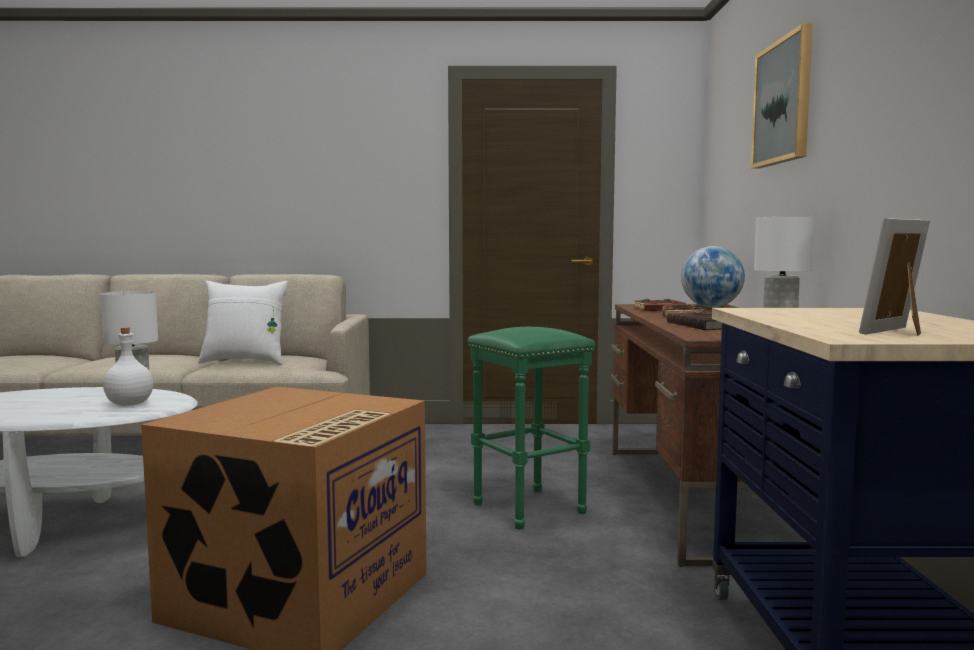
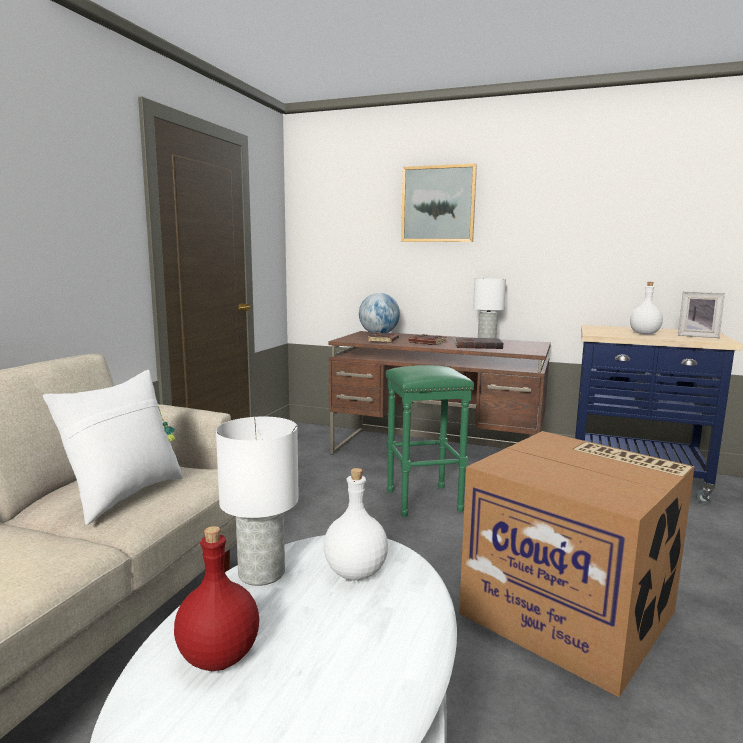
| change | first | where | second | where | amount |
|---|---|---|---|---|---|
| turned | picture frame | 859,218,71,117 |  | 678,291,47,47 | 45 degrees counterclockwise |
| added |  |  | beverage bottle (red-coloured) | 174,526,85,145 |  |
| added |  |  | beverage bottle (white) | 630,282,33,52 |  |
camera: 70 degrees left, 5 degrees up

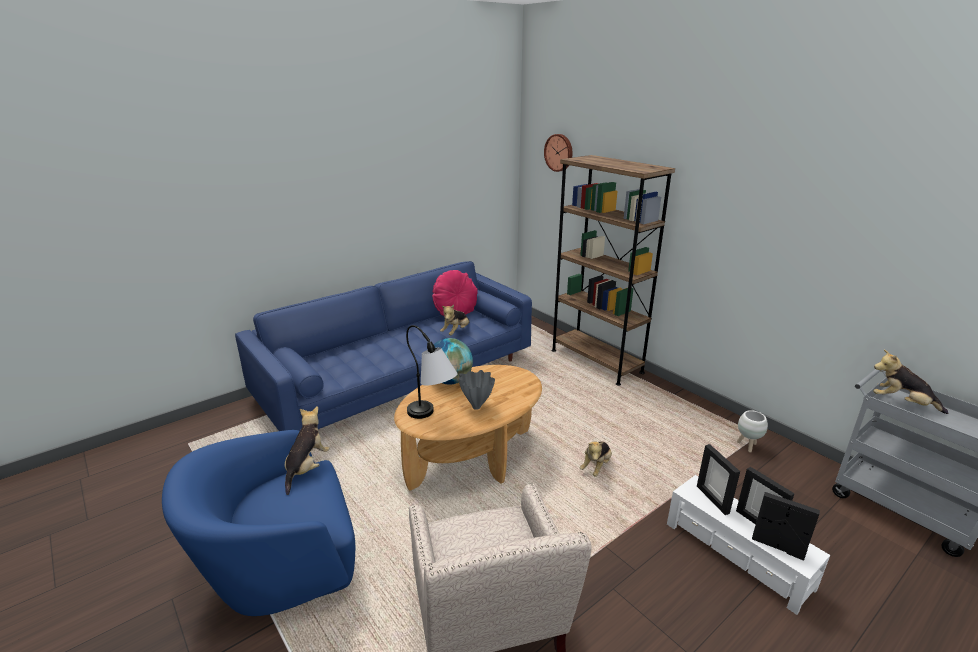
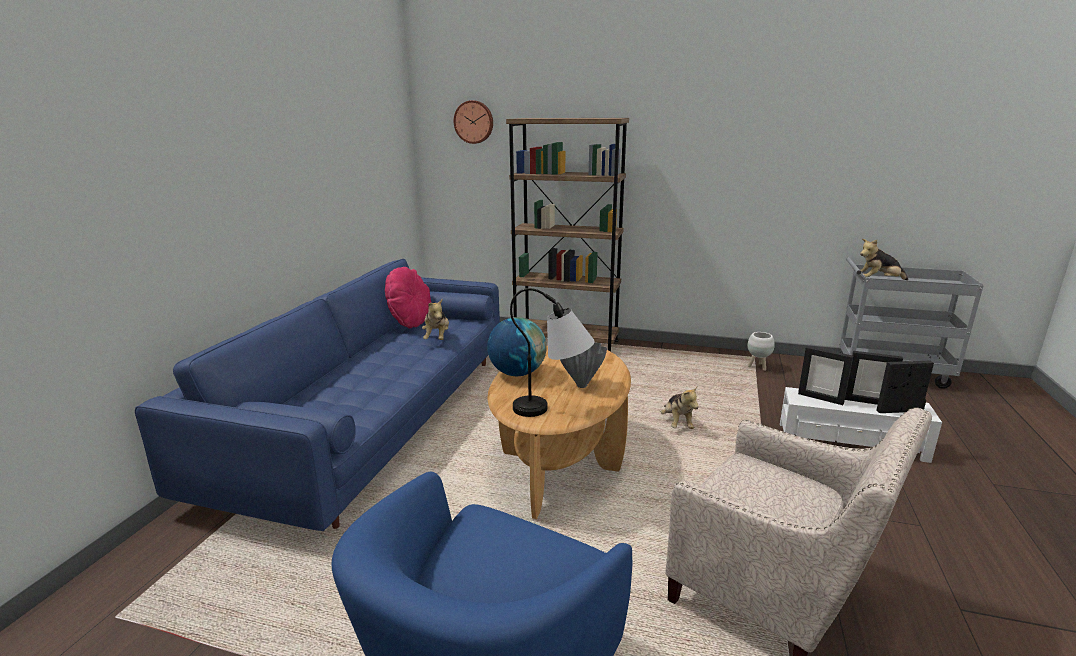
| change | first | where | second | where | amount |
|---|---|---|---|---|---|
| removed | cuddly toy | 285,406,45,89 |  |  |  |
camera: 35 degrees left, 5 degrees down

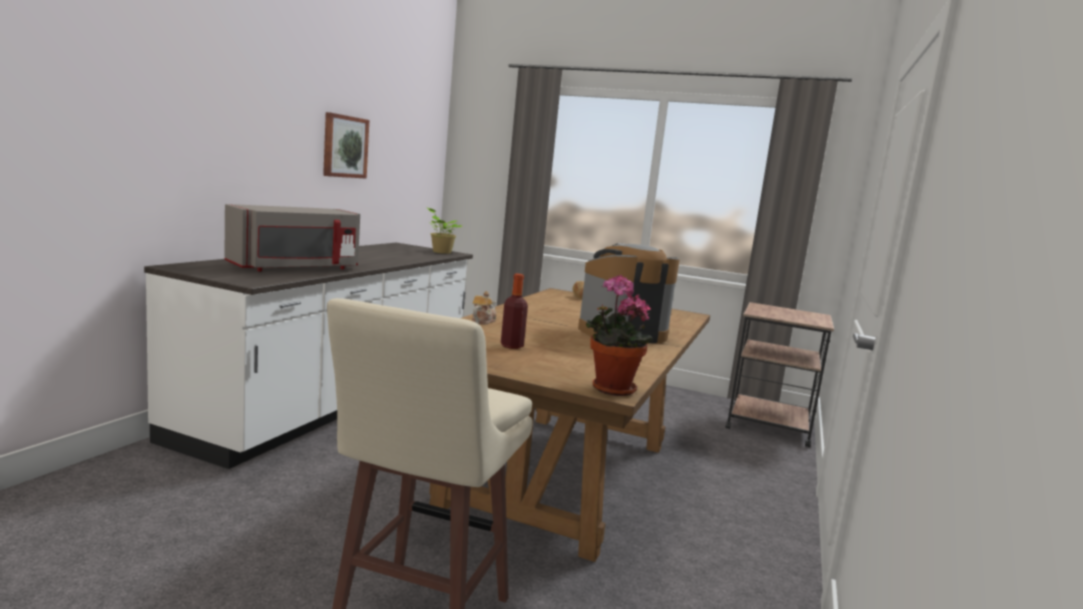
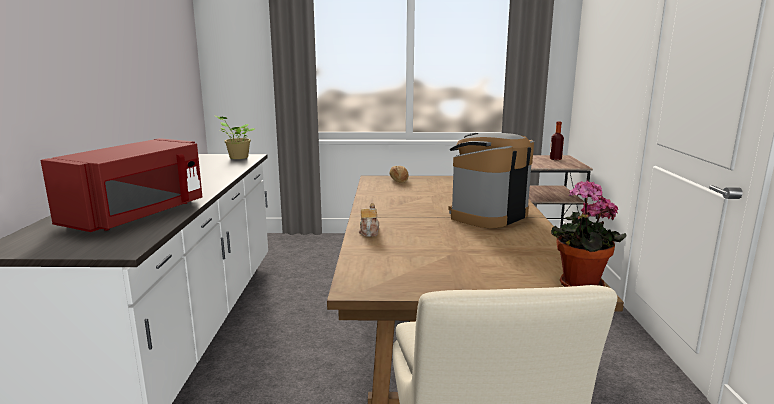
| change | first | where | second | where | amount |
|---|---|---|---|---|---|
| recoloured | kitchen microwave (gray) | 224,204,136,68 | kitchen microwave (red-coloured) | 40,138,162,94 |  |
| removed | wall picture | 323,112,46,67 |  |  |  |
| moved | beverage bottle | 501,274,27,75 |  | 550,122,14,38 |  |
camera: 20 degrees left, 5 degrees up

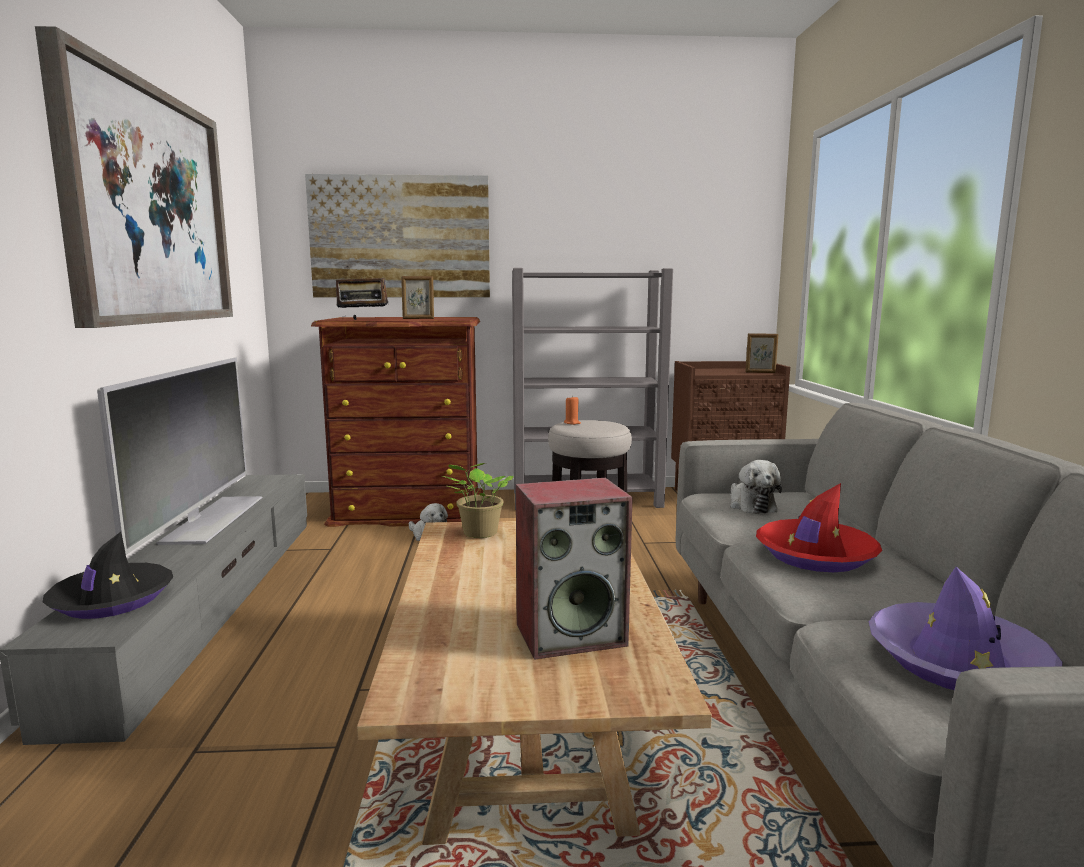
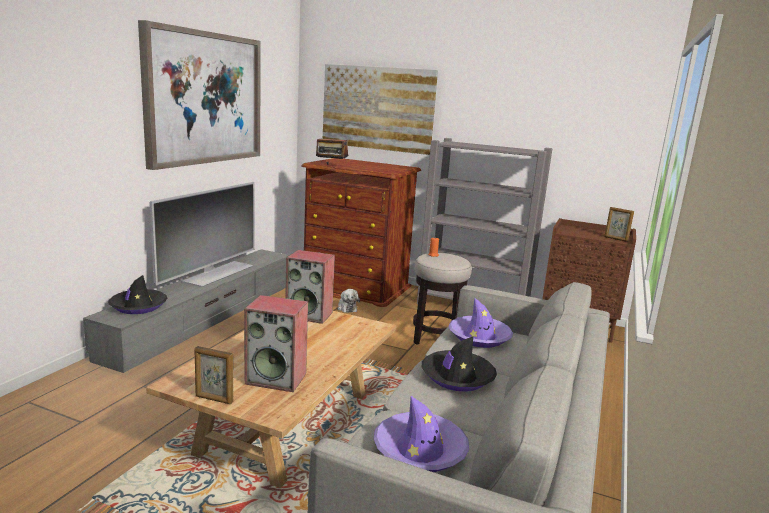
| change | first | where | second | where | amount |
|---|---|---|---|---|---|
| moved | picture frame | 401,276,33,43 |  | 195,346,38,58 |  |
| replaced | potted plant | 442,463,71,75 | speaker | 285,250,50,74 |  |
| replaced | cuddly toy | 730,460,52,54 | wearable hat (purple-coloured) | 449,298,64,50 |  |
| recoloured | wearable hat (red-coloured) | 756,483,126,89 | wearable hat (black-coloured) | 422,336,75,55 |  |
camera: 25 degrees right, 5 degrees up

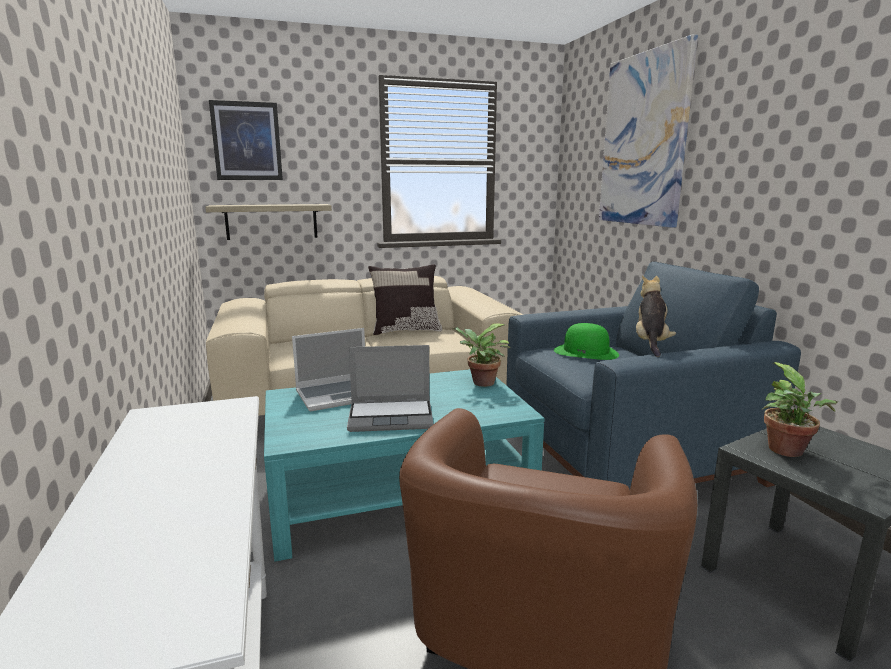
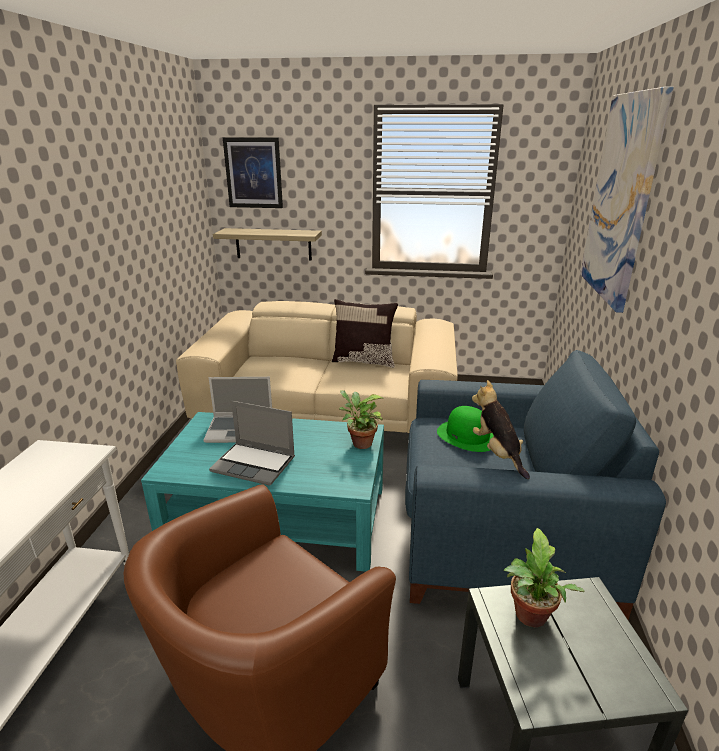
| change | first | where | second | where | amount |
|---|---|---|---|---|---|
| turned | cuddly toy | 636,275,40,82 |  | 472,380,58,99 | 60 degrees counterclockwise |
camera: 25 degrees right, 10 degrees up

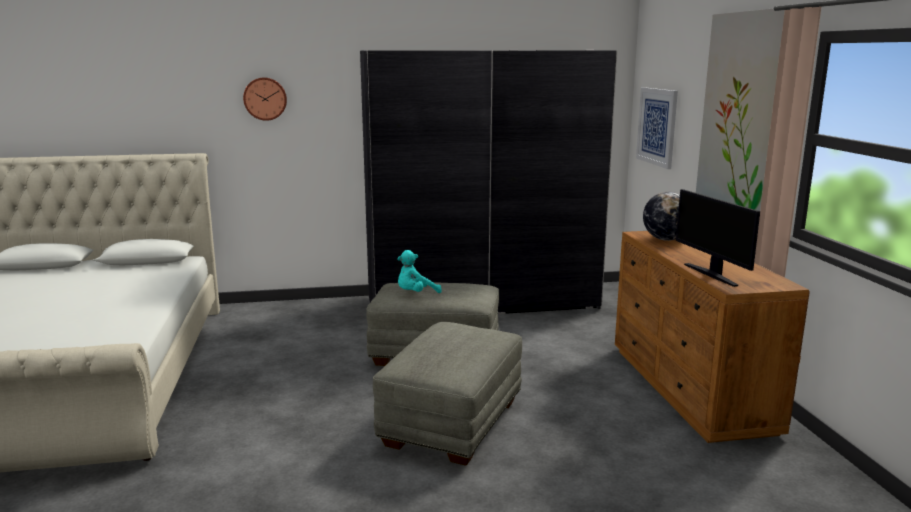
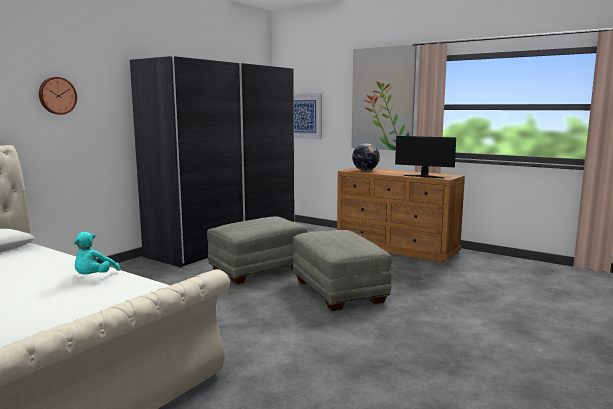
| change | first | where | second | where | amount |
|---|---|---|---|---|---|
| moved | cuddly toy (turquoise-coloured) | 397,250,45,43 |  | 74,232,46,42 |  |
camera: 45 degrees left, 5 degrees down

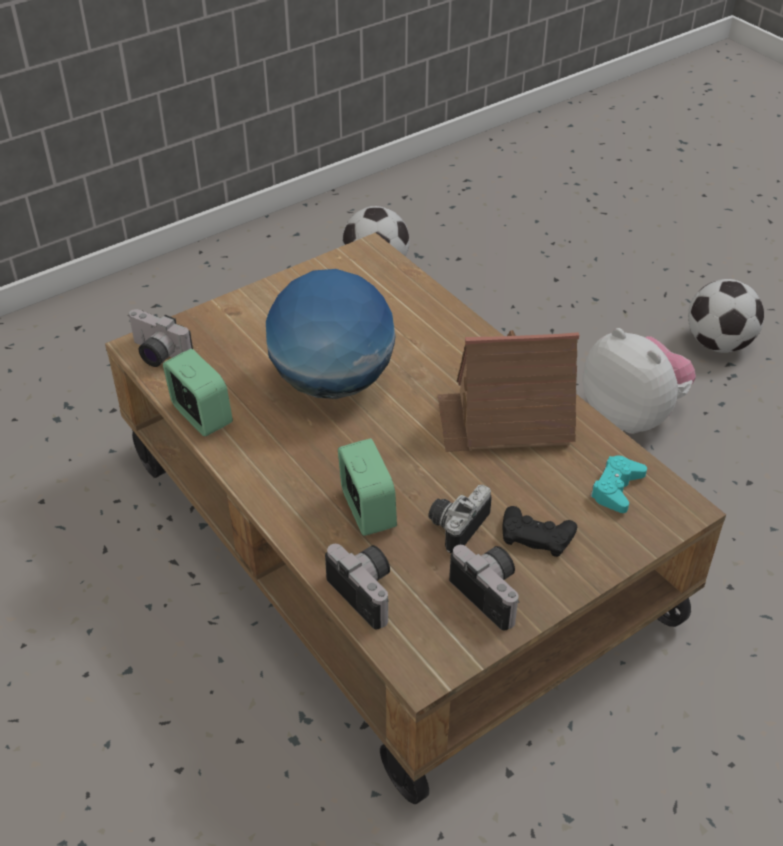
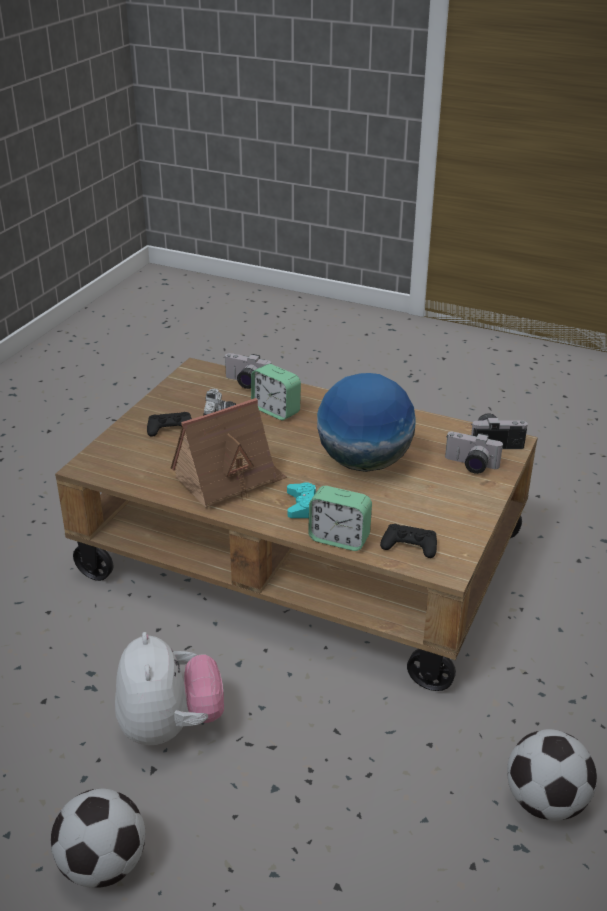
| change | first | where | second | where | amount |
|---|---|---|---|---|---|
| moved | table clock | 163,349,70,87 |  | 308,486,64,65 |  |
| moved | photo camera | 449,545,71,86 |  | 445,432,58,42 |  |
| turned | cuddly toy | 583,328,113,106 |  | 115,632,109,113 | 120 degrees counterclockwise |
| moved | joypad (turquoise-coloured) | 590,456,57,57 |  | 287,482,29,36 |  |
| added |  |  | joypad (black-coloured) | 380,524,57,34 |  |
camera: 150 degrees right, 10 degrees down

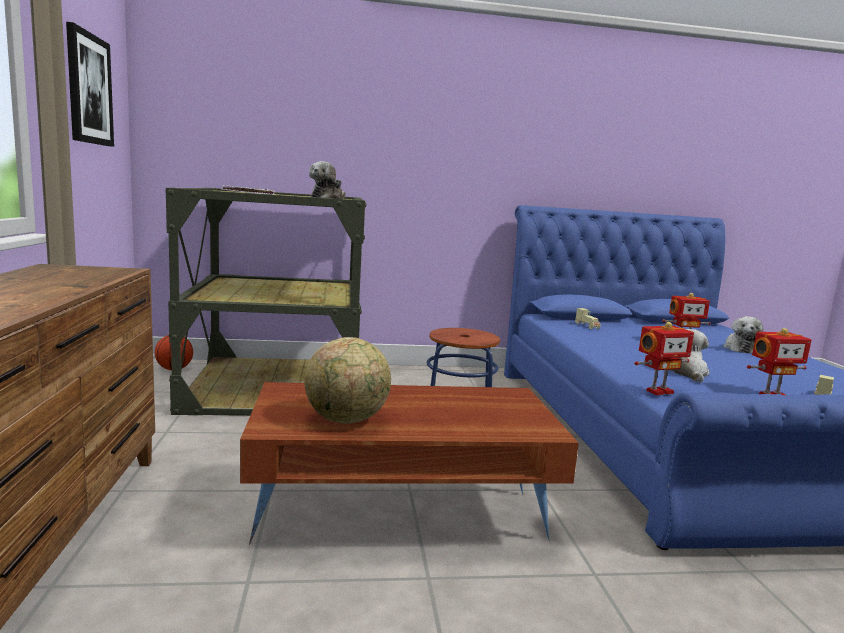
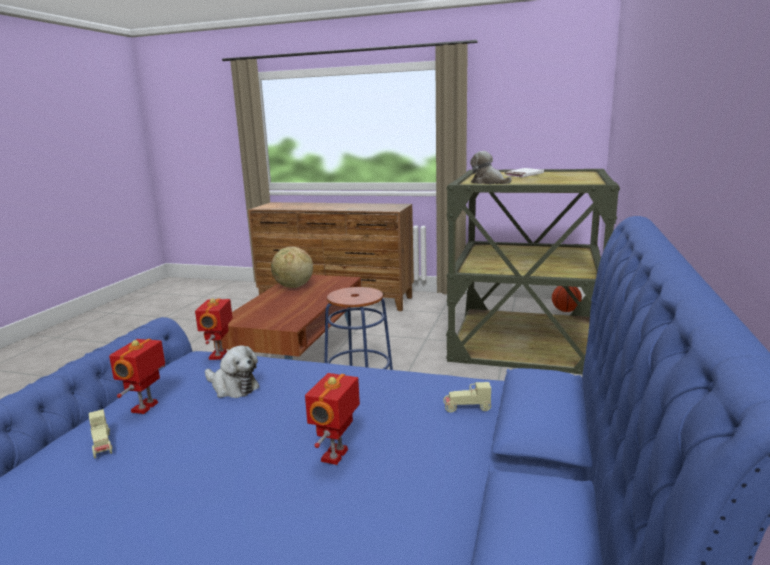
| change | first | where | second | where | amount |
|---|---|---|---|---|---|
| removed | wall picture | 66,22,48,125 |  |  |  |
| removed | cuddly toy | 723,316,40,37 |  |  |  |
camera: 115 degrees right, 5 degrees up

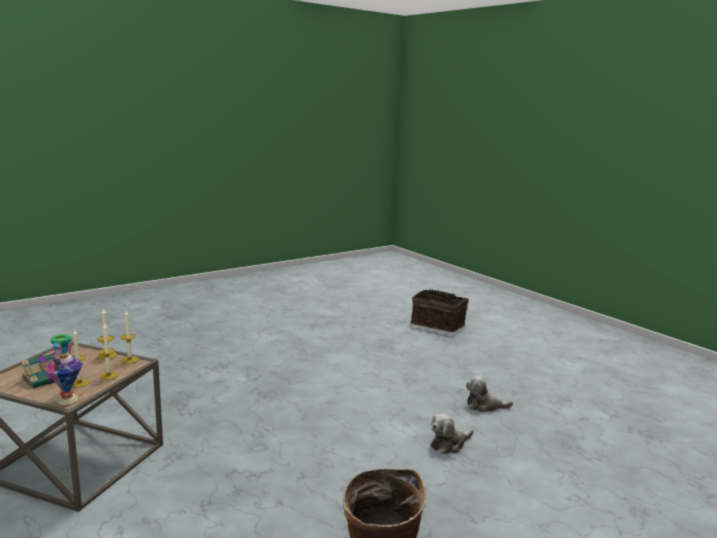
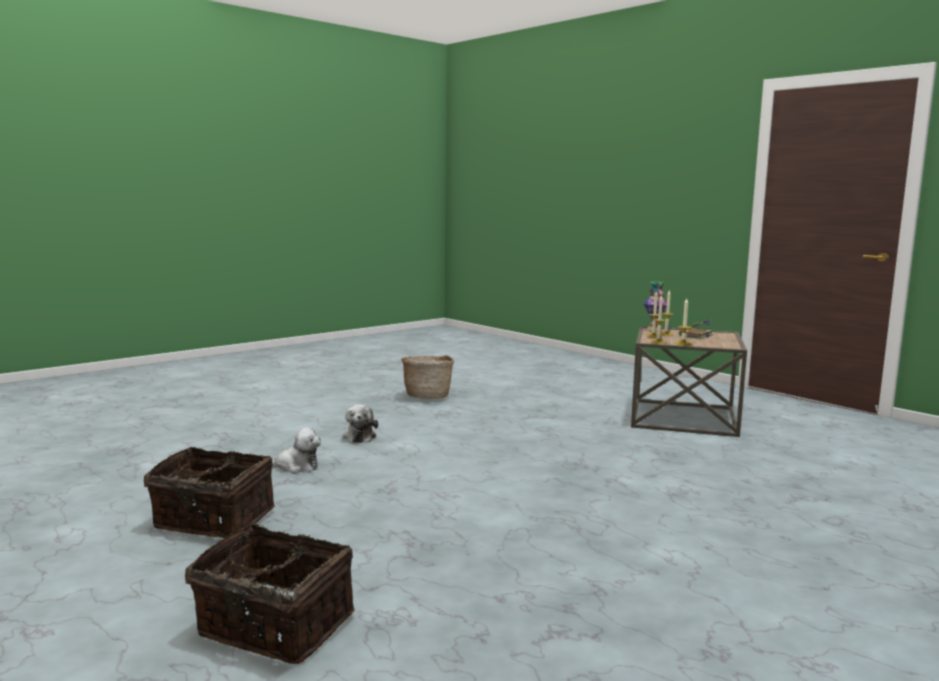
| change | first | where | second | where | amount |
|---|---|---|---|---|---|
| turned | cuddly toy | 431,413,42,41 |  | 342,404,36,39 | 120 degrees clockwise |
| added |  |  | household basket | 144,447,131,91 |  |
camera: 175 degrees right, 5 degrees down

